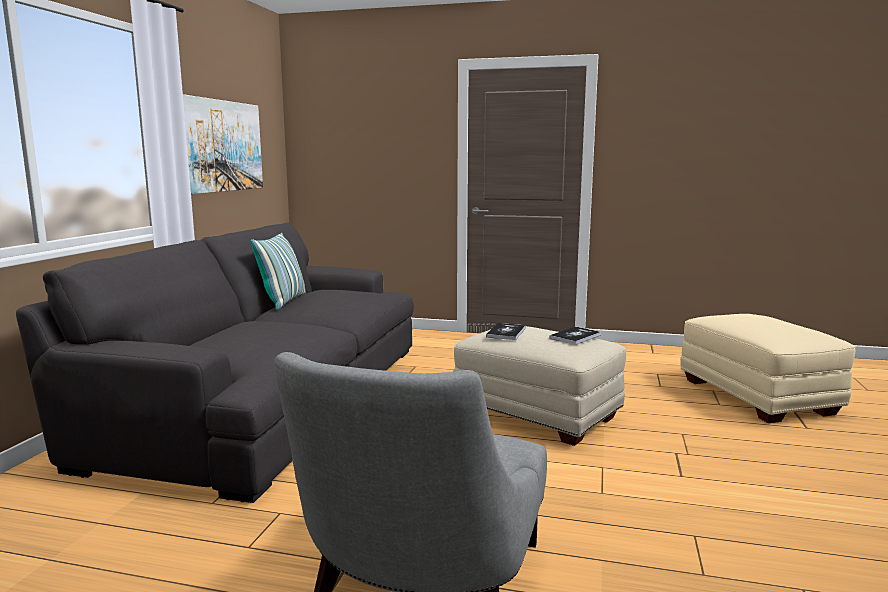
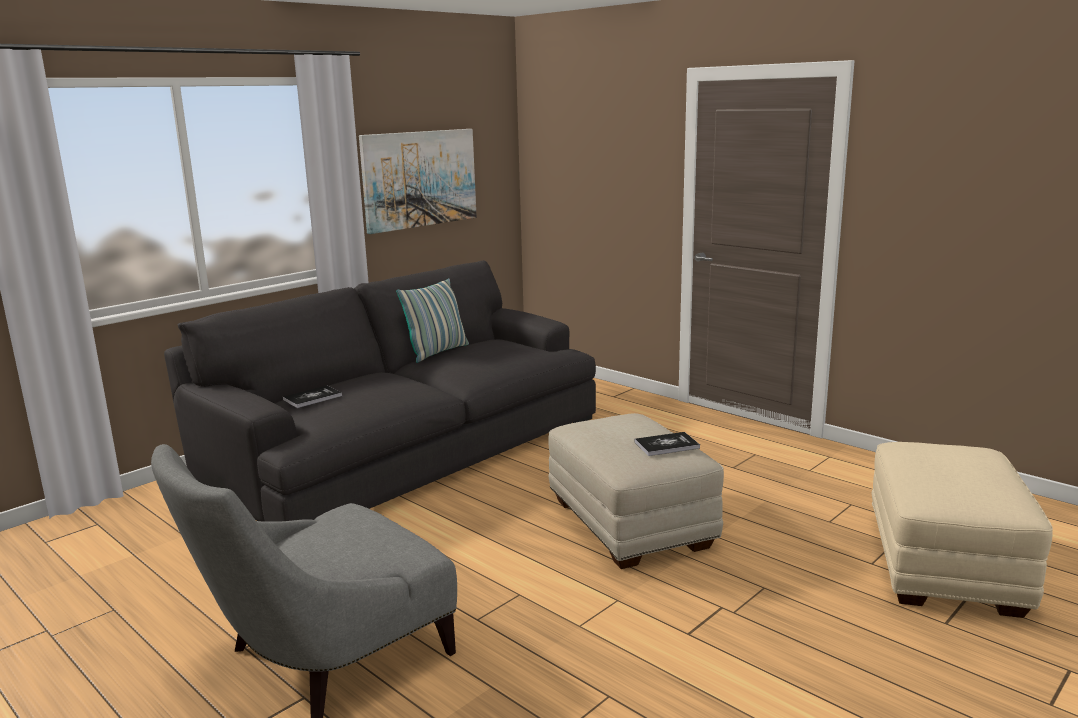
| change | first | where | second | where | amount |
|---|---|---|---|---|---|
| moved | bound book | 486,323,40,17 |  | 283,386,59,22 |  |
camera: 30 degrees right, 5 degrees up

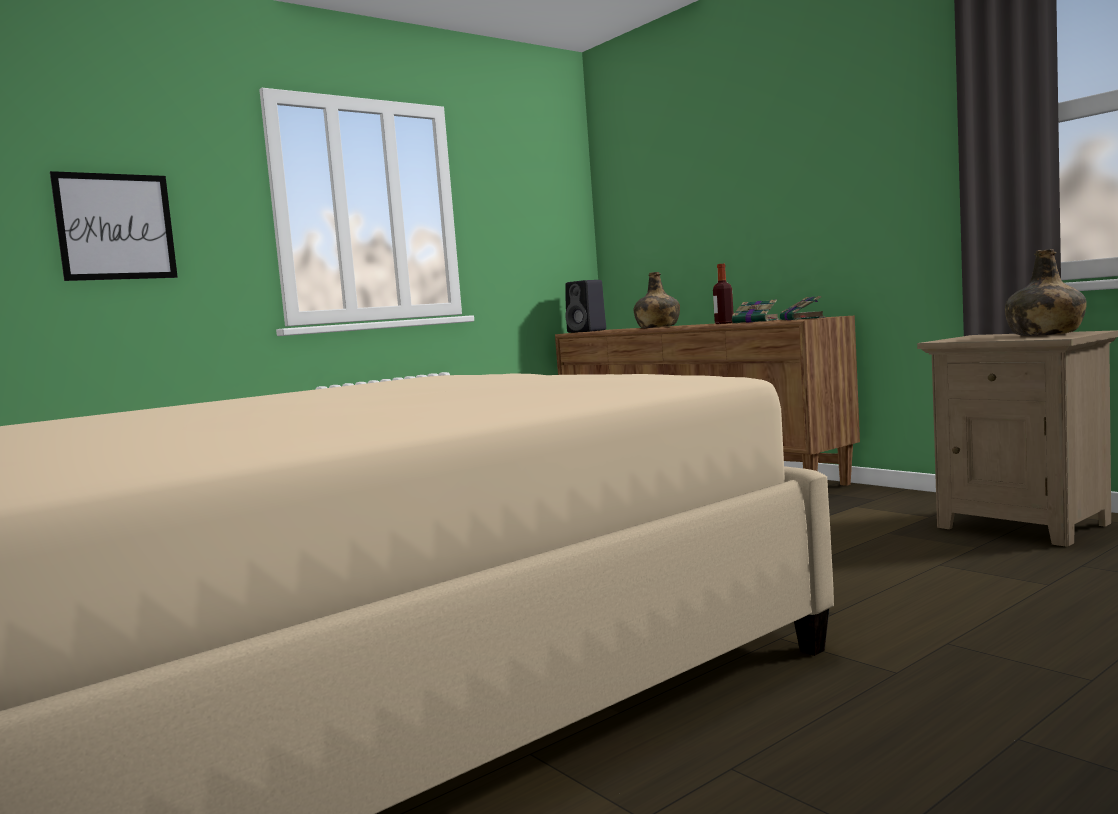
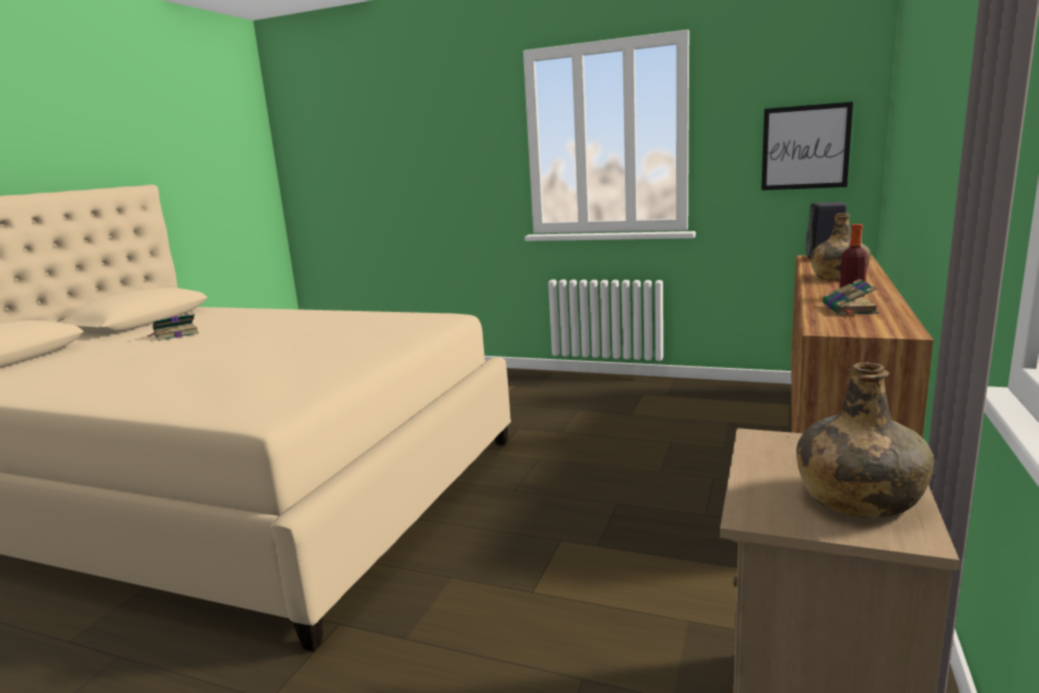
| change | first | where | second | where | amount |
|---|---|---|---|---|---|
| moved | wall picture | 50,171,128,110 |  | 761,102,92,88 |  |
| moved | bound book | 780,296,45,24 |  | 147,313,52,28 |  |
camera: 60 degrees right, 10 degrees up

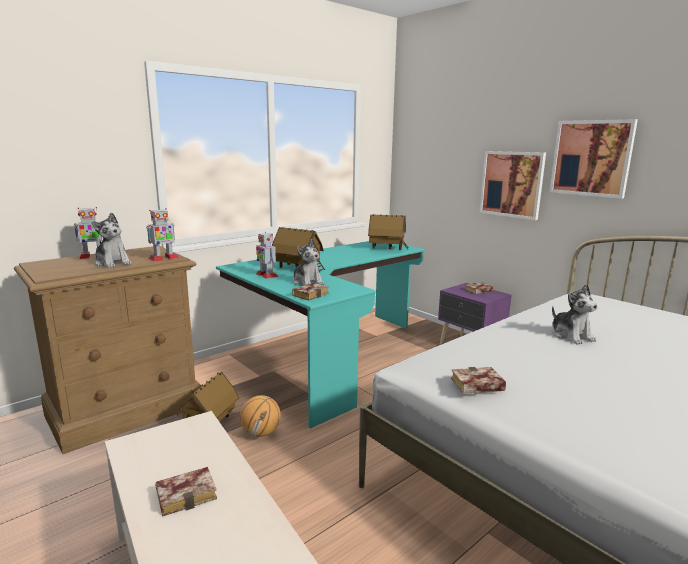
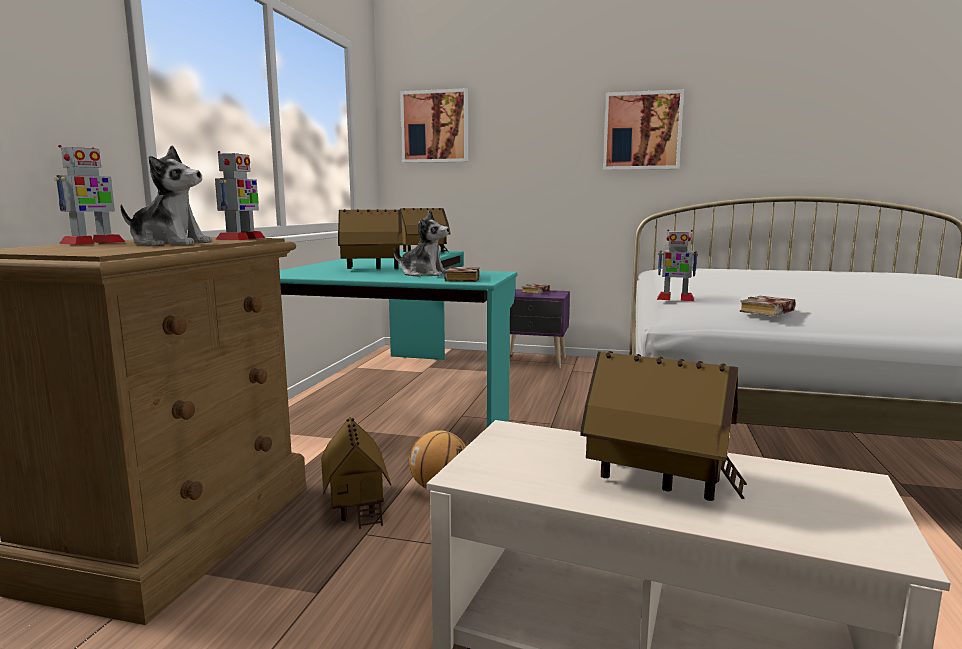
| change | first | where | second | where | amount |
|---|---|---|---|---|---|
| replaced | bound book | 156,467,61,50 | model house | 580,351,167,150 |  |
| moved | robot figure | 256,232,22,47 |  | 657,229,41,72 |  |
| moved | wall picture | 479,151,67,69 |  | 400,88,68,75 |  |
| removed | cuddly toy | 552,284,46,61 |  |  |  |
camera: 35 degrees left, 5 degrees down

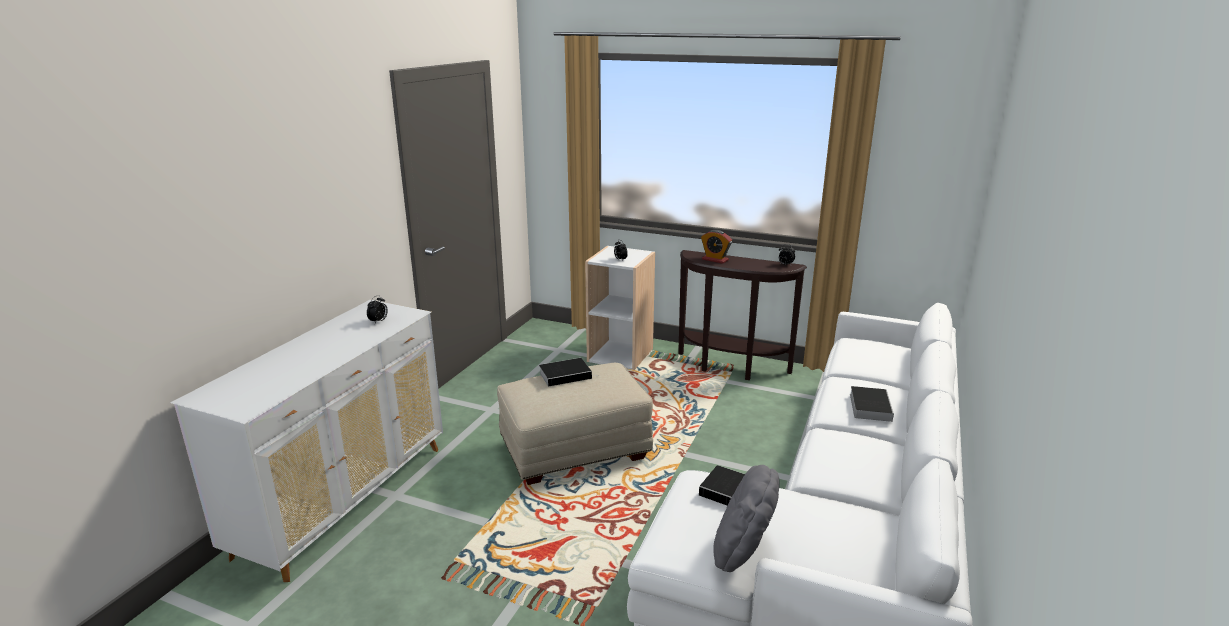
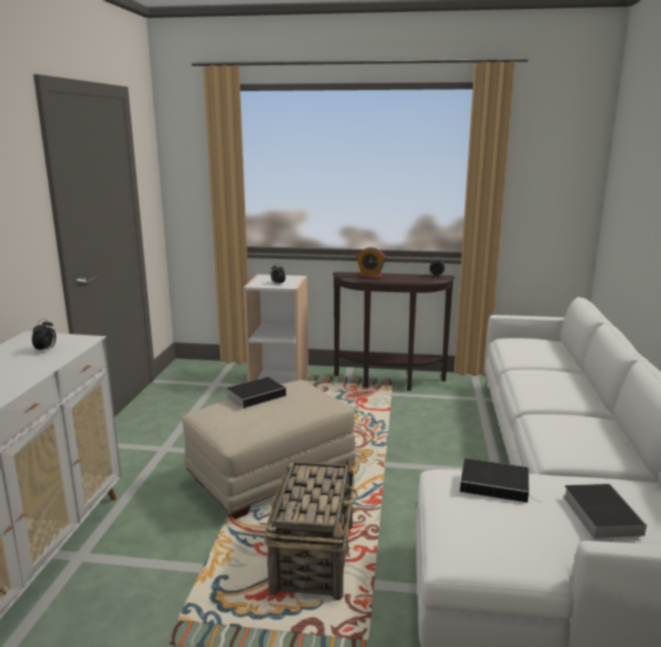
| change | first | where | second | where | amount |
|---|---|---|---|---|---|
| removed | pillow (gray) | 713,465,67,107 |  |  |  |
| moved | bound book | 850,386,44,36 |  | 563,484,84,54 |  |
| added |  |  | household basket | 264,457,94,143 |  |
camera: 15 degrees left, 5 degrees down

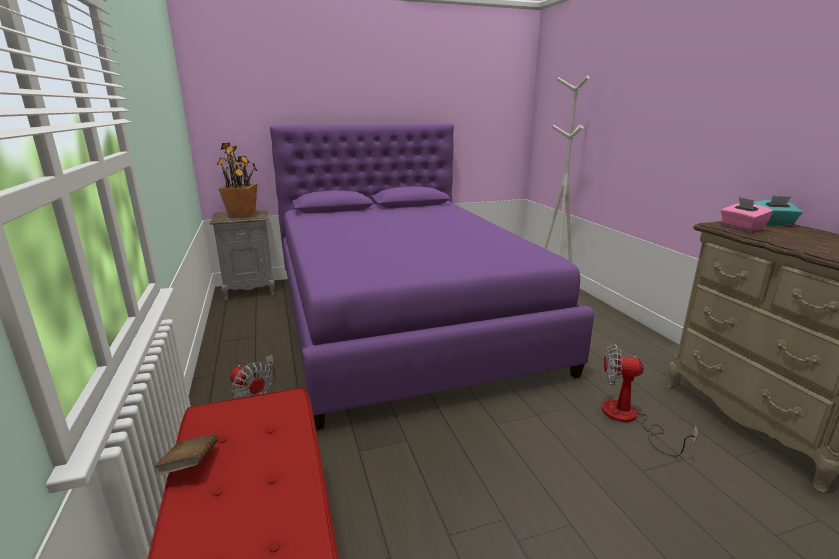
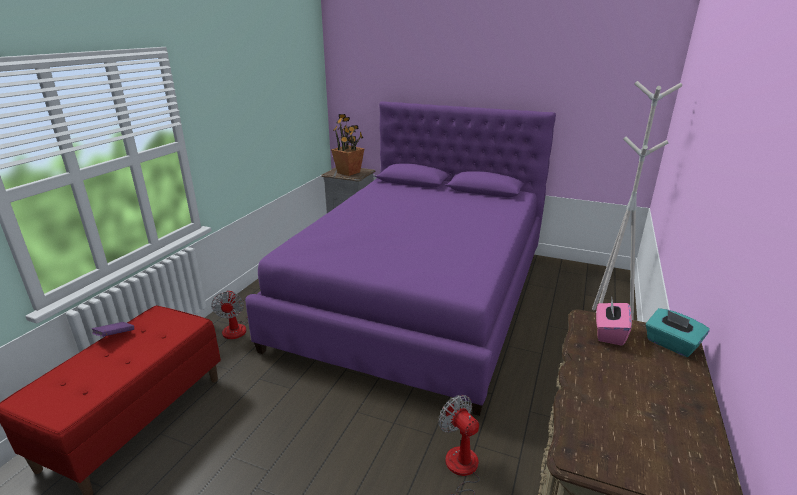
| change | first | where | second | where | amount |
|---|---|---|---|---|---|
| recoloured | bound book (brown-coloured) | 155,434,63,41 | bound book (purple-coloured) | 92,322,42,15 |  |
camera: 40 degrees right, 5 degrees up

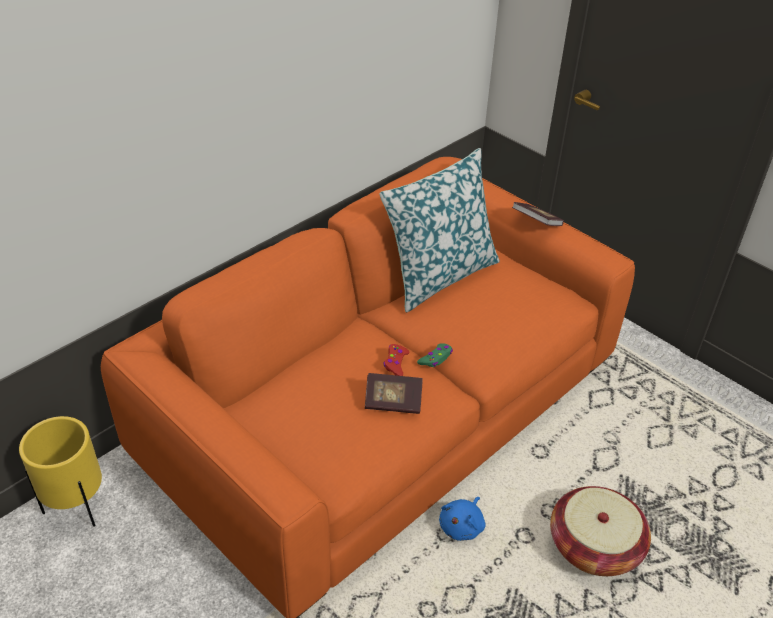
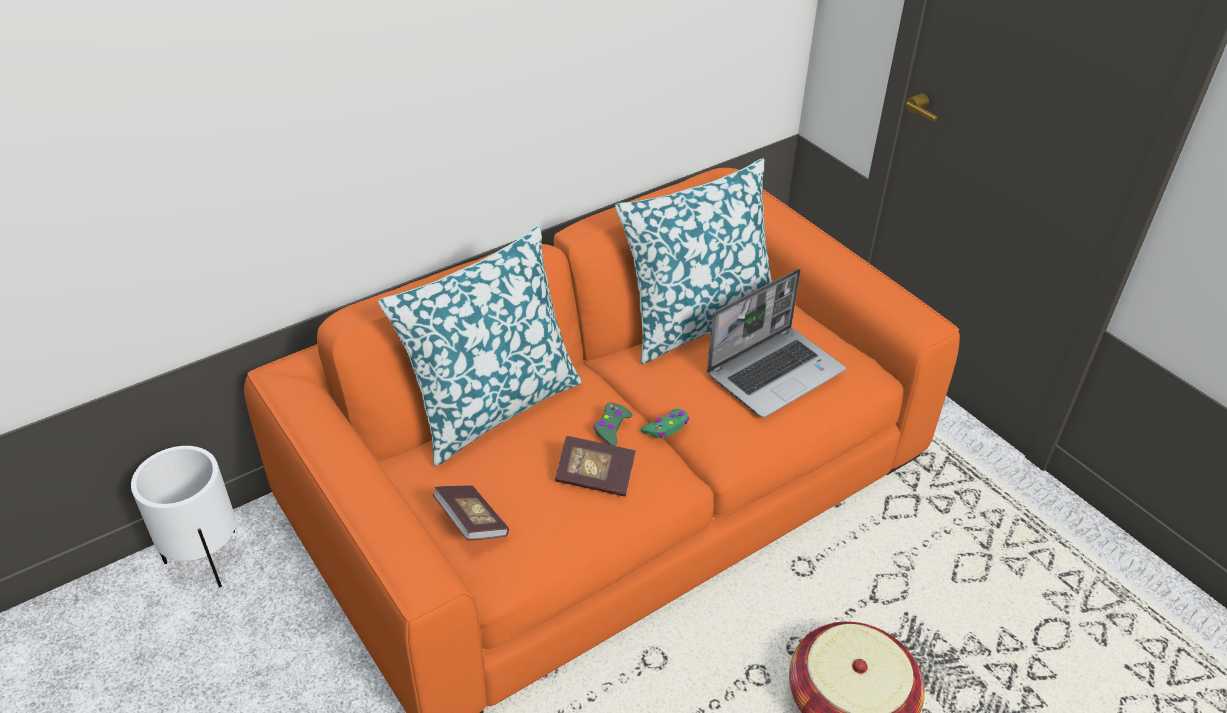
| change | first | where | second | where | amount |
|---|---|---|---|---|---|
| recoloured | plant pot (yellow) | 19,416,83,111 | plant pot (white) | 131,446,105,142 |  |
| recoloured | joypad (red-coloured) | 383,344,27,32 | joypad (green) | 593,402,40,44 |  |
| removed | cuddly toy (blue) | 439,497,47,44 |  |  |  |
| moved | bound book | 512,202,52,24 |  | 433,486,76,55 |  |
| added |  |  | pillow | 378,225,204,241 |  |
| added |  |  | laptop | 707,269,139,149 |  |
camera: 10 degrees right, 0 degrees up

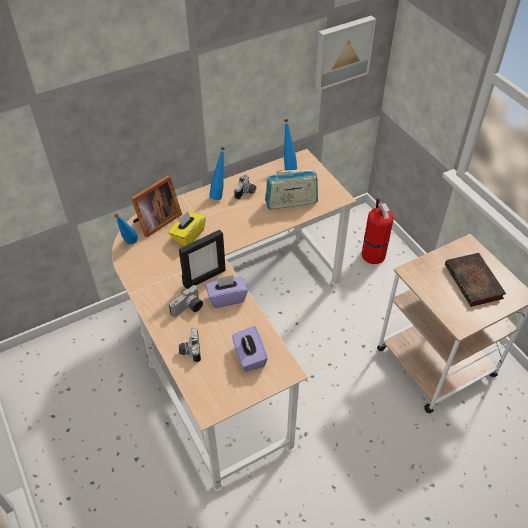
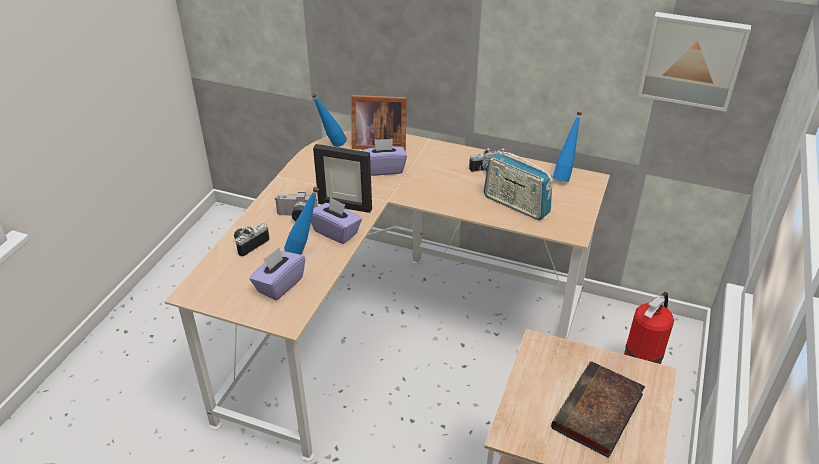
| change | first | where | second | where | amount |
|---|---|---|---|---|---|
| recoloured | tissue holder (yellow) | 168,211,38,35 | tissue holder (purple-coloured) | 362,139,45,37 |  |
| moved | beverage bottle (blue) | 209,147,16,53 |  | 284,187,35,68 |  |
camera: 50 degrees right, 10 degrees down

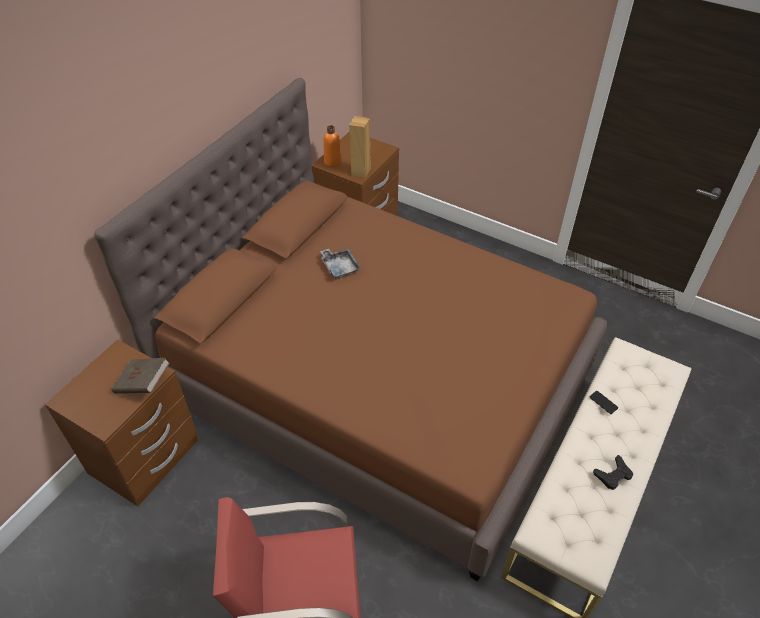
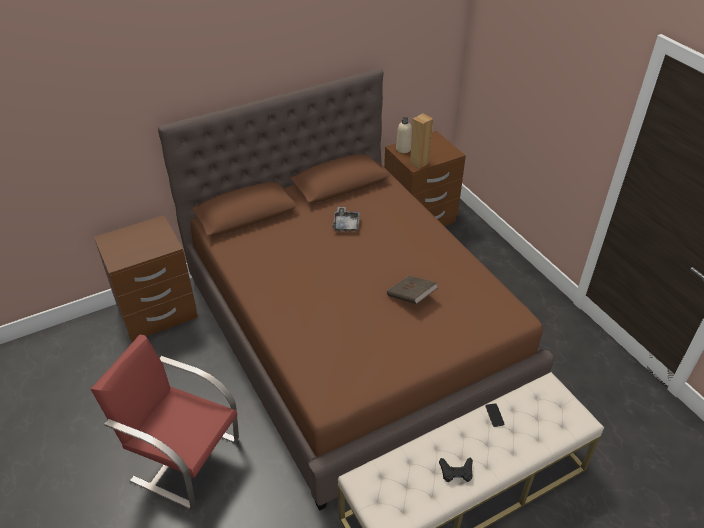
| change | first | where | second | where | amount |
|---|---|---|---|---|---|
| moved | bound book (brown-coloured) | 111,358,59,36 |  | 387,276,51,28 |  |
| recoloured | beverage bottle (orangey) | 323,125,19,42 | beverage bottle (beige) | 396,117,16,36 |  |
camera: 30 degrees right, 5 degrees down

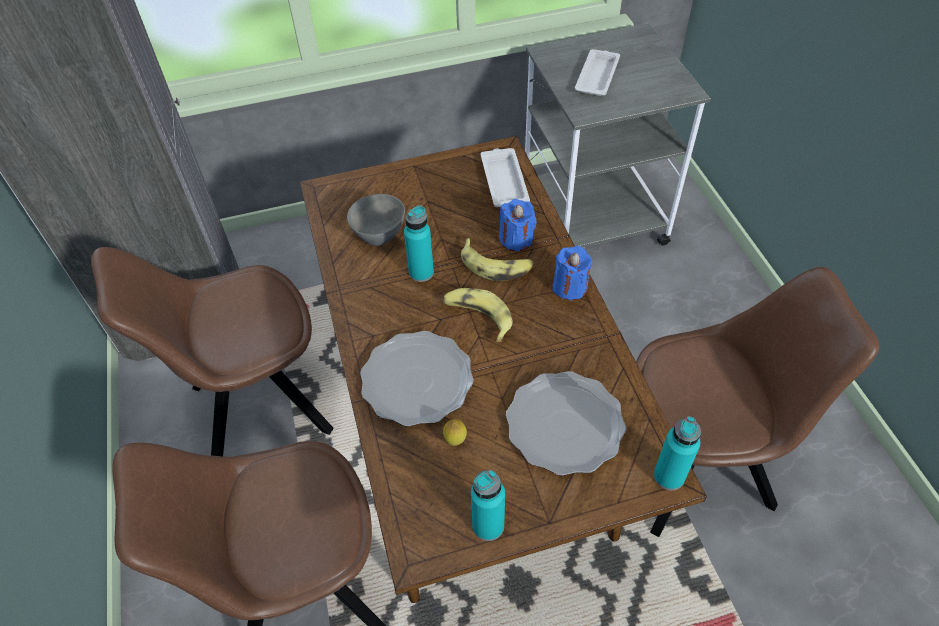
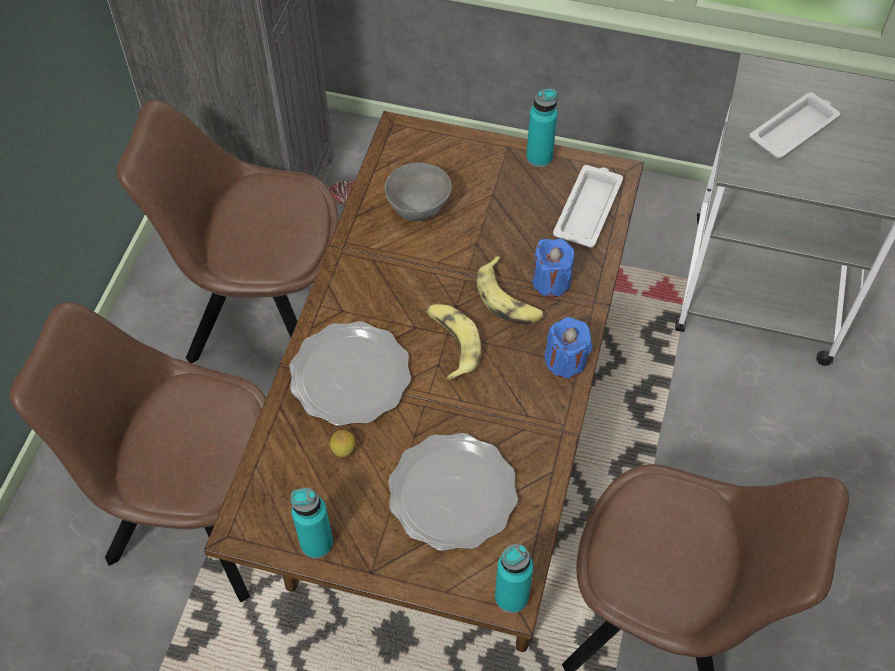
| change | first | where | second | where | amount |
|---|---|---|---|---|---|
| moved | beverage bottle (turquoise-coloured) | 404,205,30,77 |  | 526,89,32,78 |  |
camera: 30 degrees right, 5 degrees up

